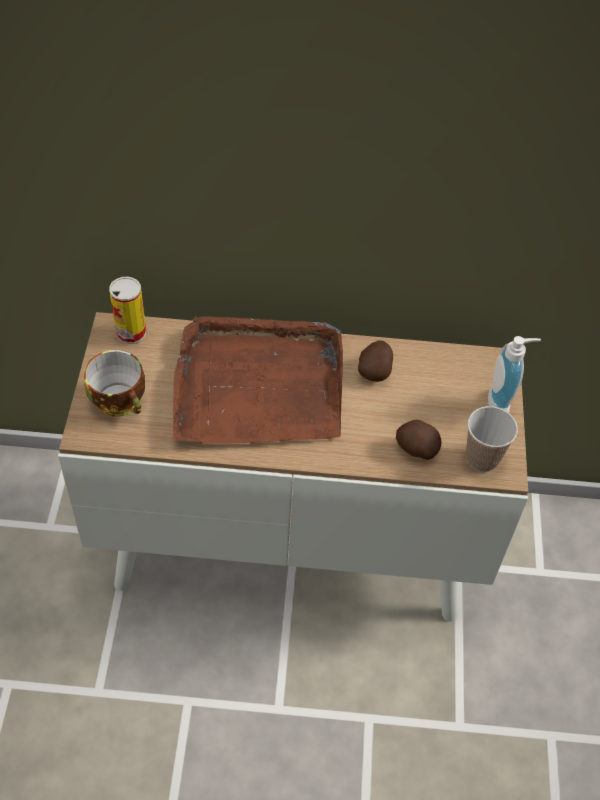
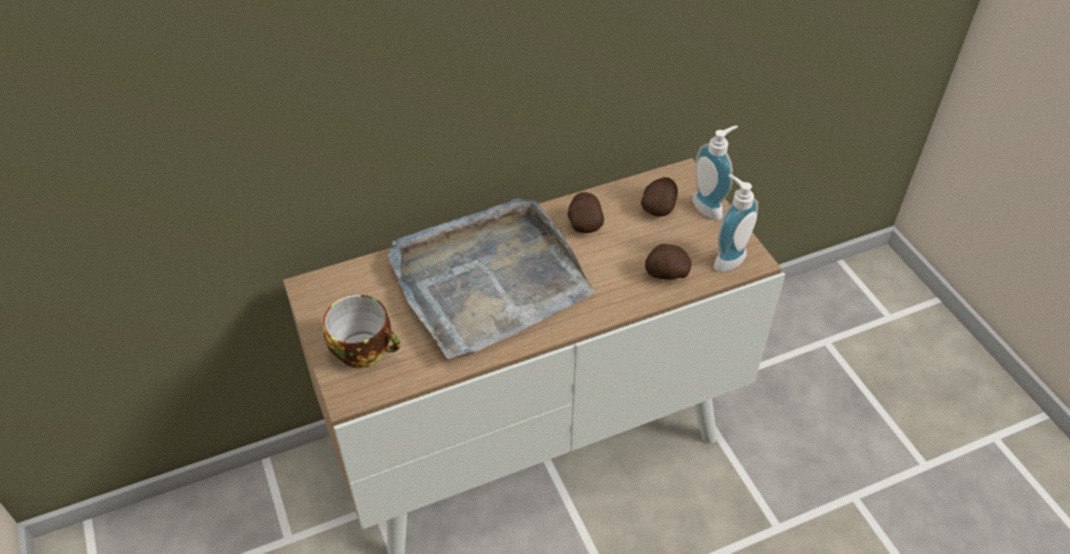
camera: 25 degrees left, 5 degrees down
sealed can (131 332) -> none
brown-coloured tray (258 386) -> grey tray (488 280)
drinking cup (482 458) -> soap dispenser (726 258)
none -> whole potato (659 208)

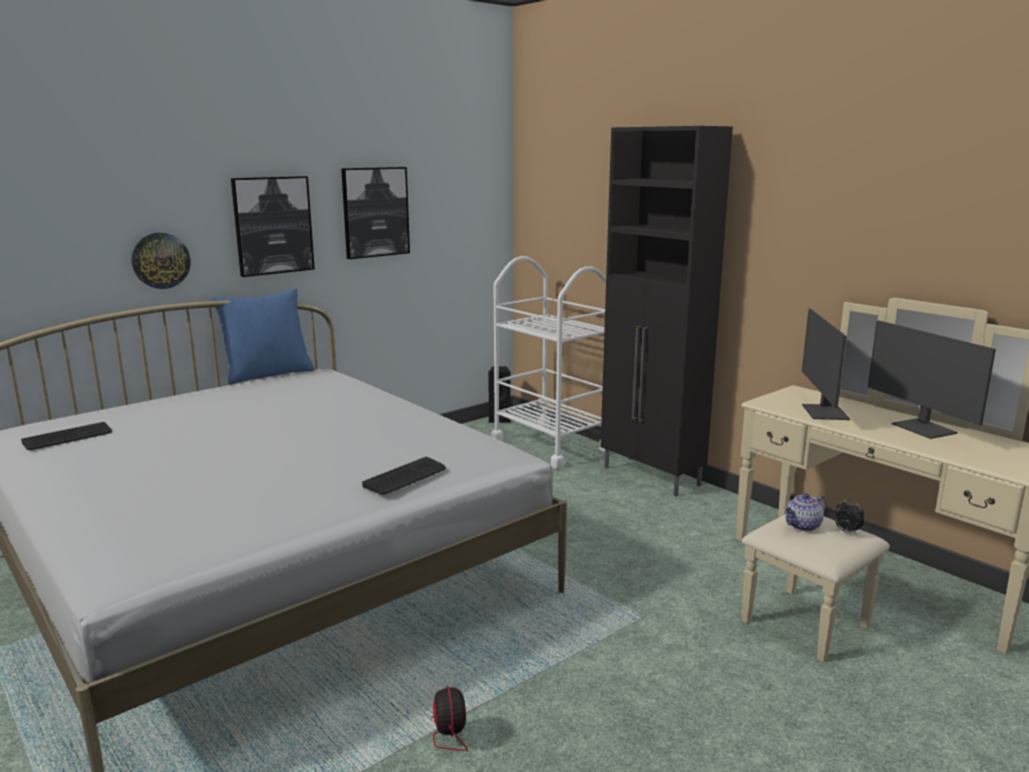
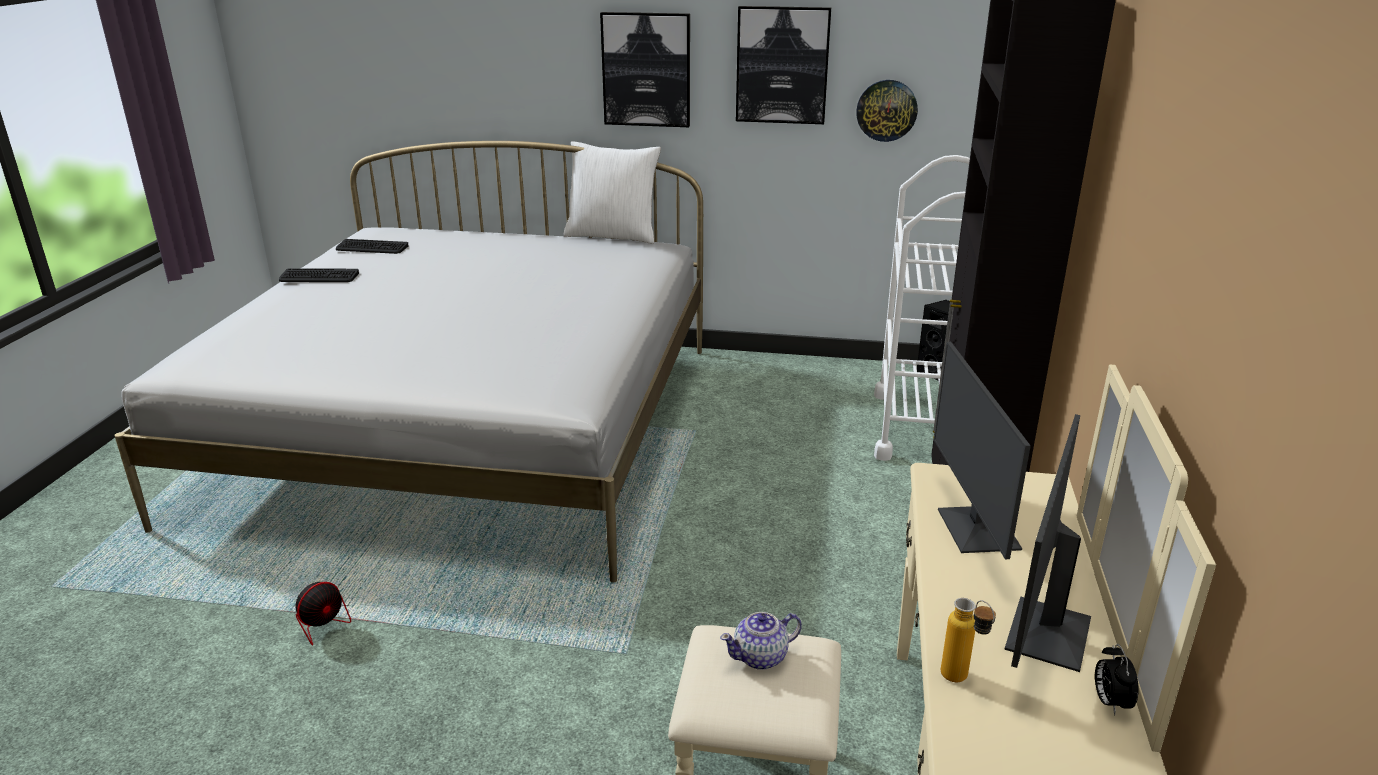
camera: 50 degrees right, 10 degrees up
clock on the wall (160 260) -> clock on the wall (886 110), move
blue-coloured throw pillow (268 374) -> whitish throw pillow (613 235)
computer screen (823 412) -> computer screen (976 529), 60 degrees counterclockwise
computer keyboard (405 477) -> computer keyboard (319 277), move
pot for tea (803 526) -> pot for tea (761 657), 45 degrees counterclockwise
alarm clock (846 532) -> alarm clock (1109 702), move
none -> bottle (961 681)

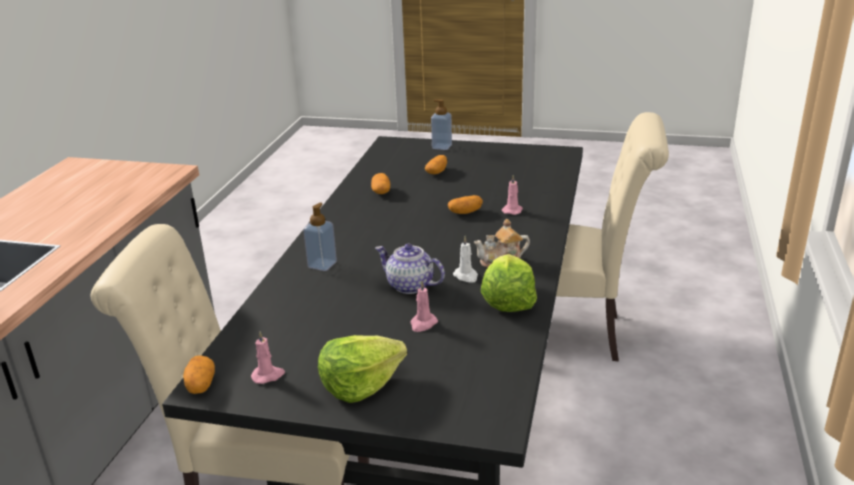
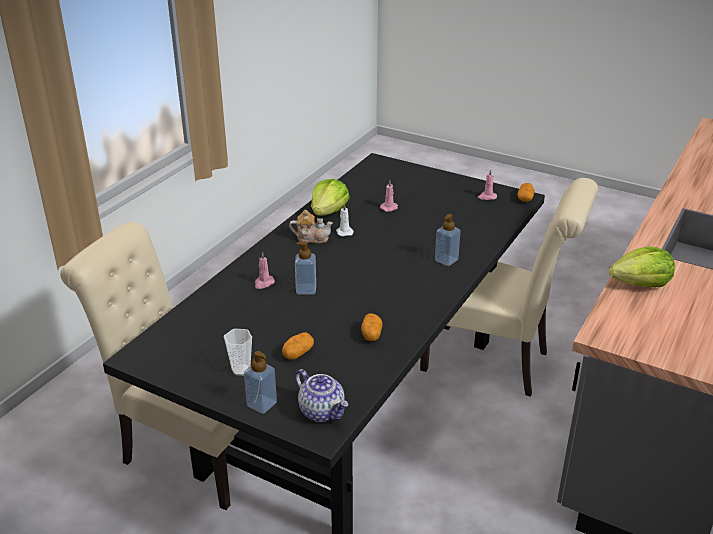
camera: 165 degrees left, 5 degrees up
whole potato (465 212) -> soap dispenser (306 289)
pot for tea (409 286) -> pot for tea (322 411), move
lettuce (360 384) -> lettuce (641 284), move
none -> drinking cup (241 370)

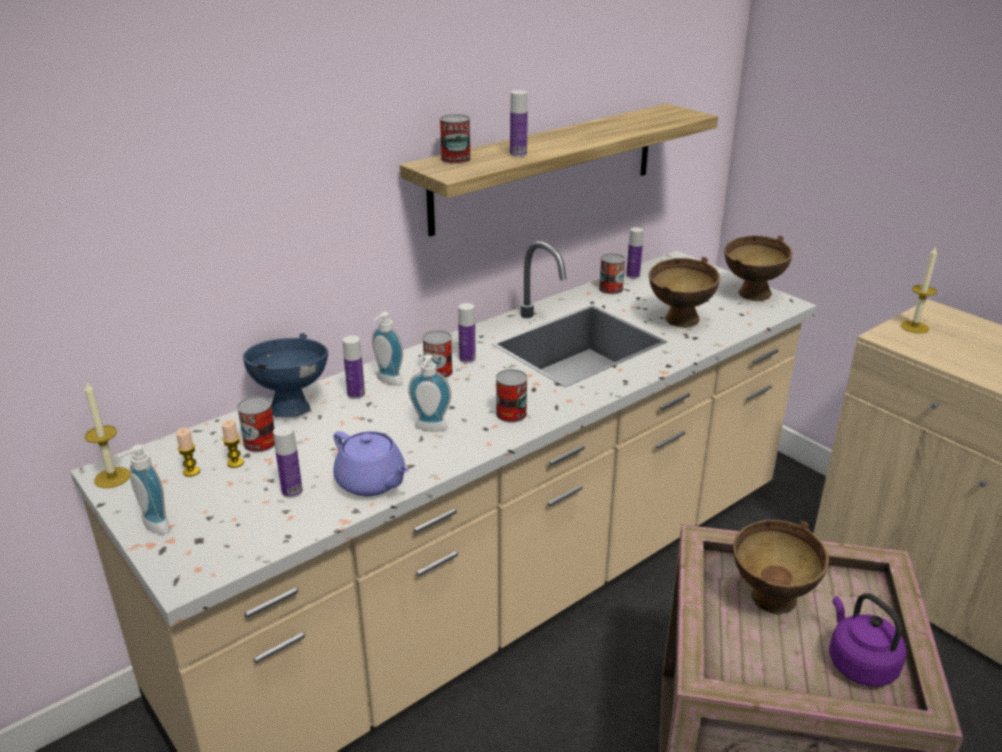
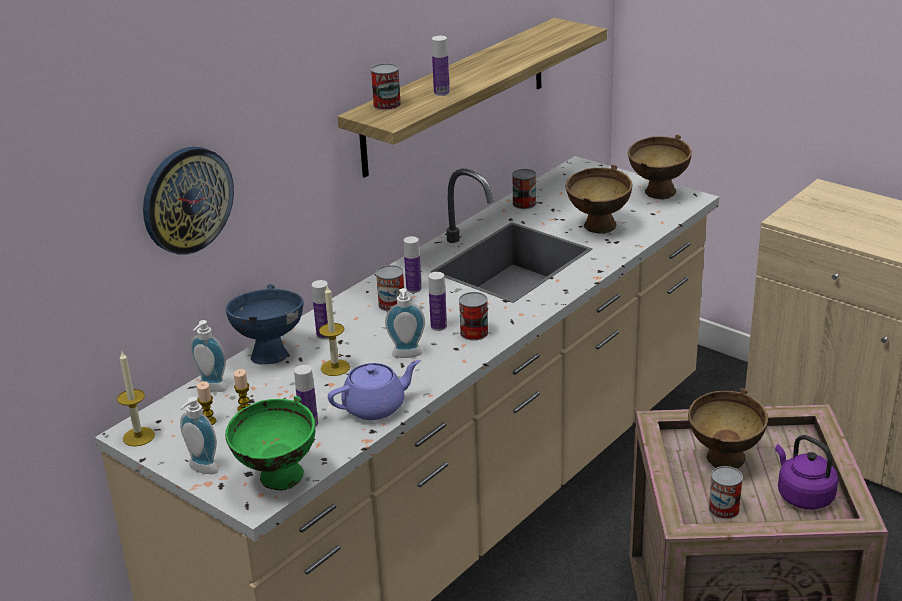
camera: 10 degrees left, 0 degrees up
bottle (633 276) -> bottle (438 326), move
candle (914 327) -> candle (335 367), move
soap dispenser (387 382) -> soap dispenser (211 389), move
sealed can (260 443) -> sealed can (723 509), move
purple pot for tea (372 482) -> purple pot for tea (376 407), 60 degrees counterclockwise
none -> clock on the wall (187 199)
none -> green deep dish (276 483)

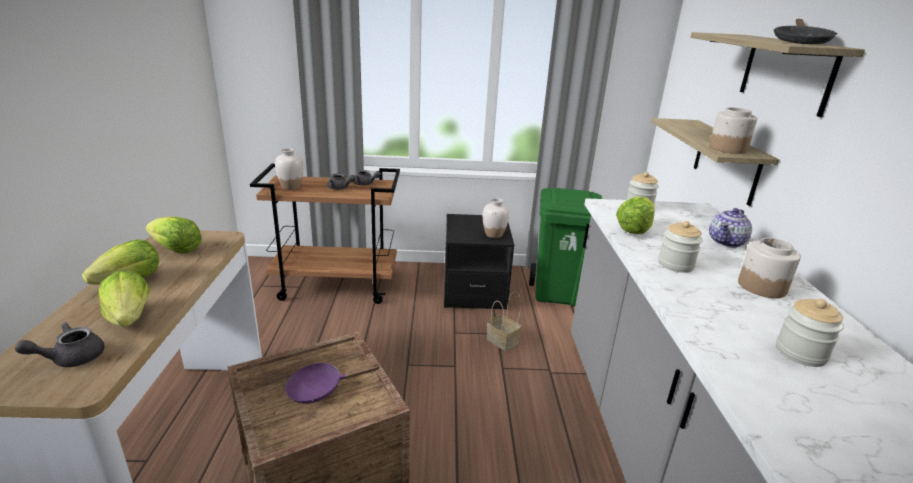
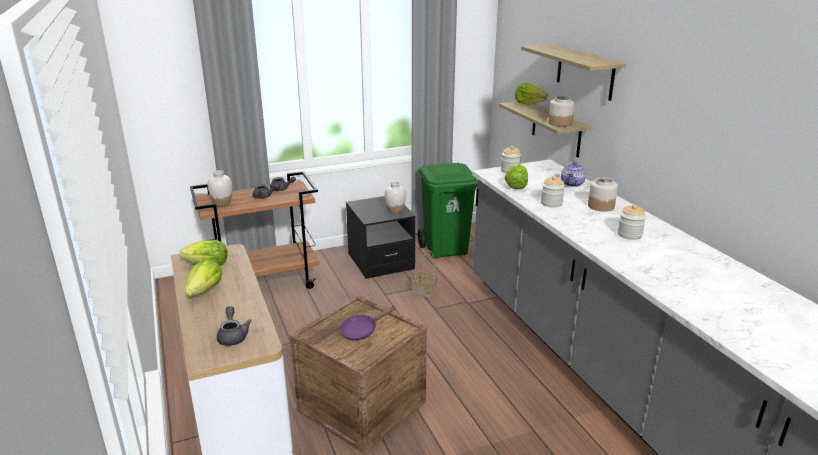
camera: 20 degrees left, 0 degrees up
black-coloured skillet (799 42) -> none
lettuce (130 318) -> lettuce (528 104), move
grey pot for tea (71 358) -> grey pot for tea (233 336), 135 degrees clockwise

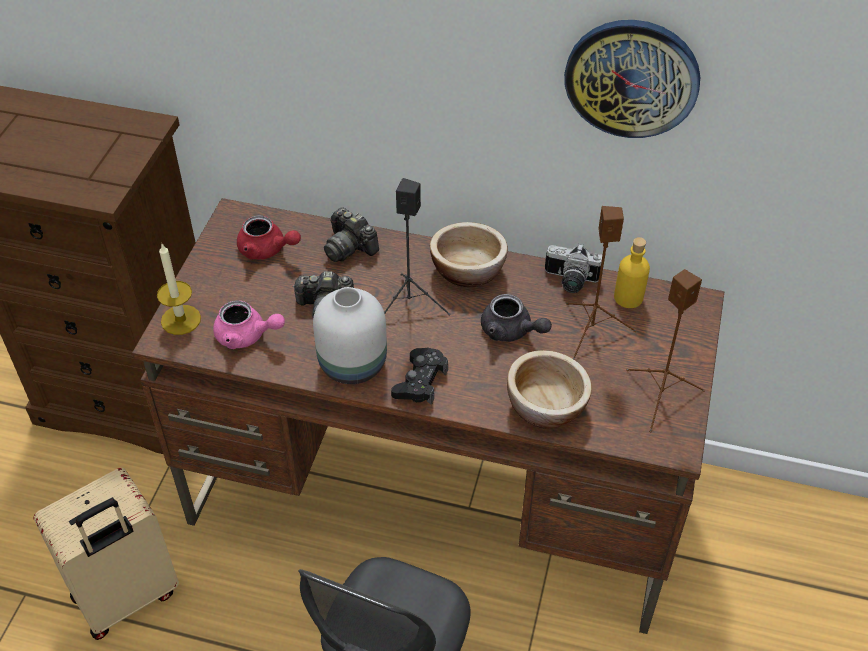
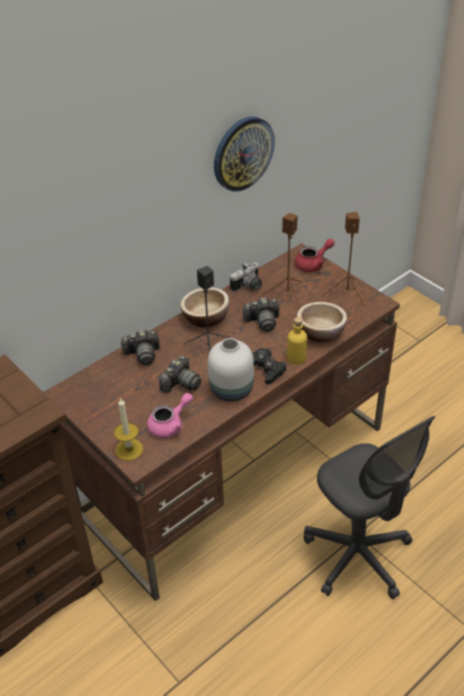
camera: 55 degrees left, 5 degrees down
red-coloured pot for tea (267 250) -> red-coloured pot for tea (313 264), move
yellow bottle (628 297) -> yellow bottle (296 358), move
grey pot for tea (511 331) -> still camera (262 322)
beige travel case (126 597) -> none

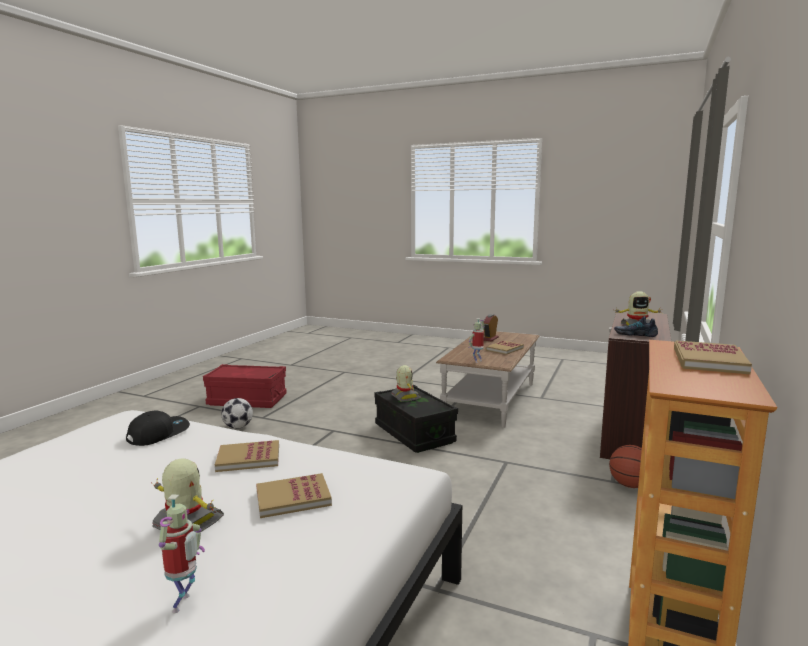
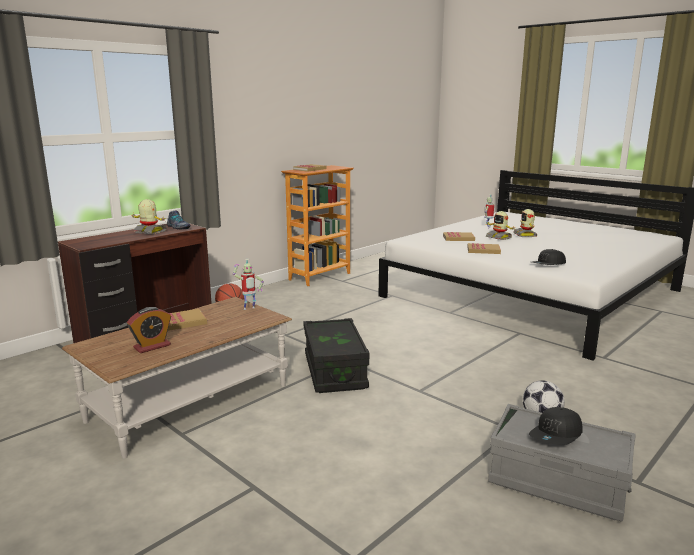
camera: 160 degrees left, 5 degrees up
red-coloured storage box (247 400) -> grey storage box (557 482)
robot figure (405 397) -> robot figure (525 235), move
none -> black-coloured peaked cap (556 435)

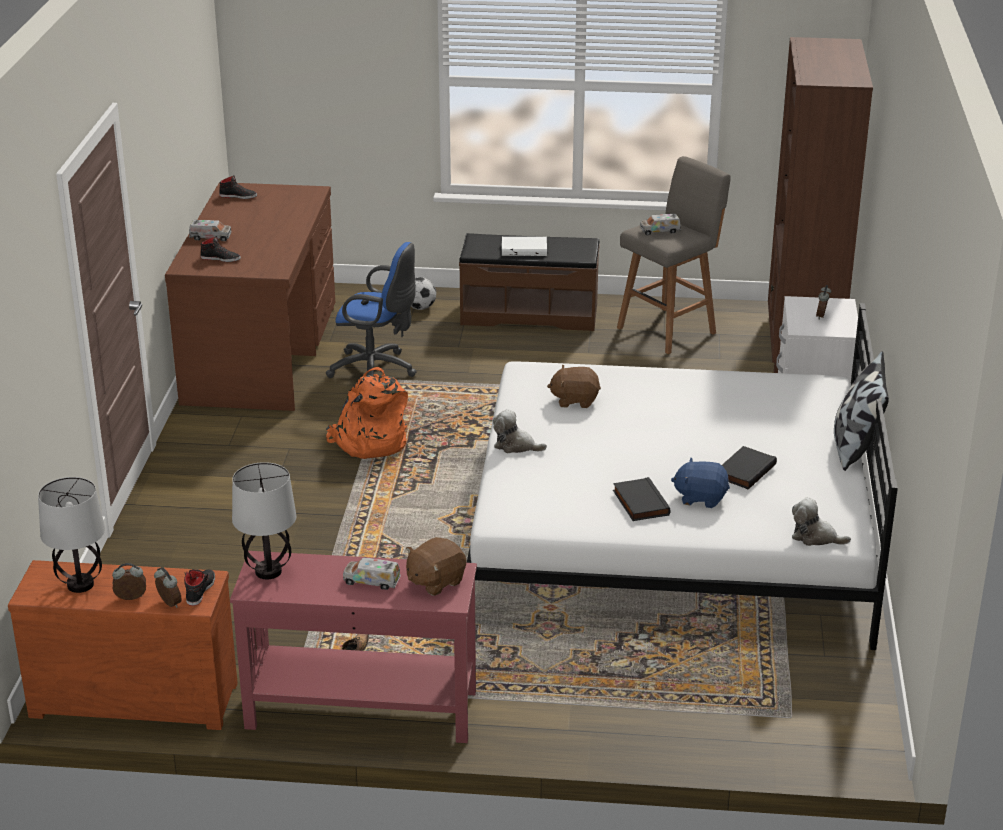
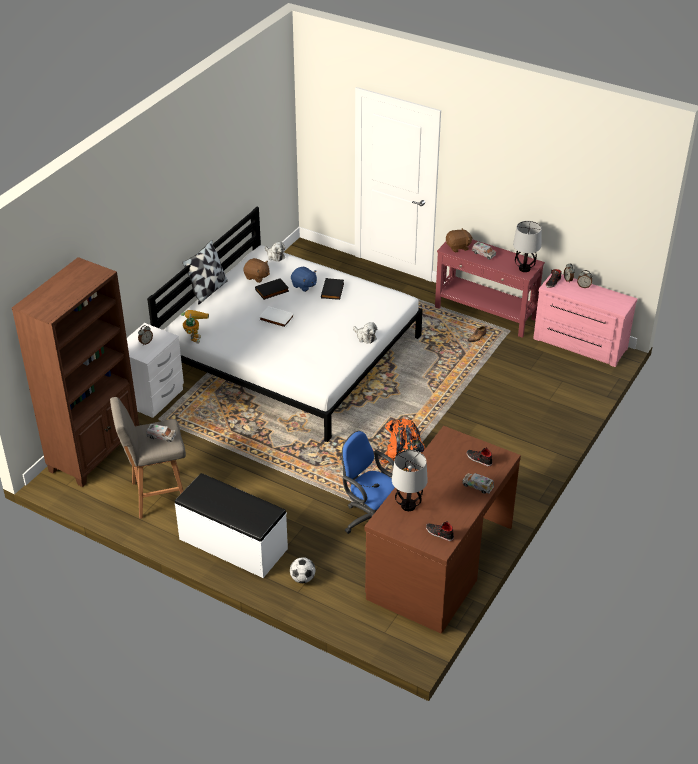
camera: 155 degrees left, 10 degrees up
brown-coloured long seat (529 314) -> whitish long seat (232 544)
whitish book (524 249) -> whitish book (276 319), move
brown-coloured soft toy (575 400) -> brown-coloured soft toy (257 277), move
table lamp (80 585) -> table lamp (408 505), move
brown-coloured dresser (135 696) -> pink-coloured dresser (579 345)
none -> robot figure (194 336)

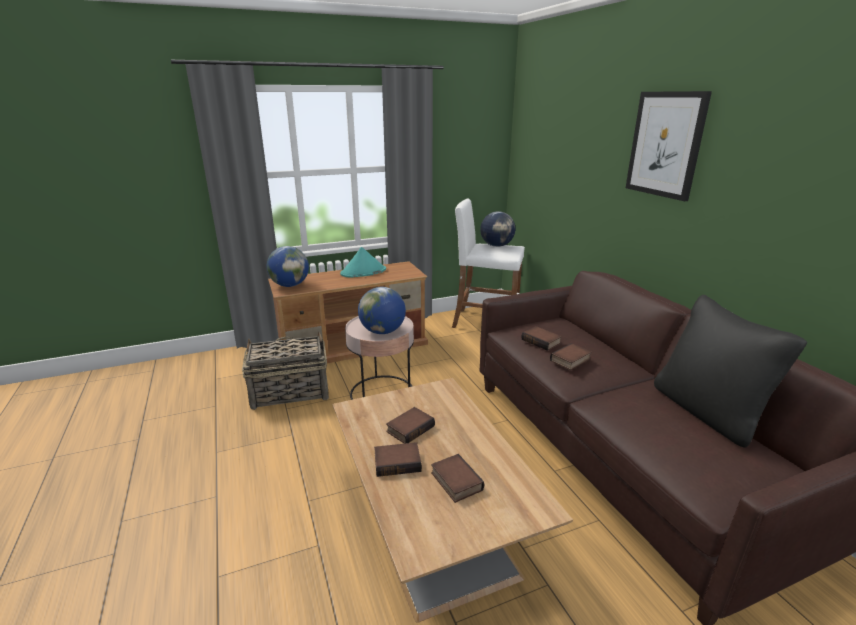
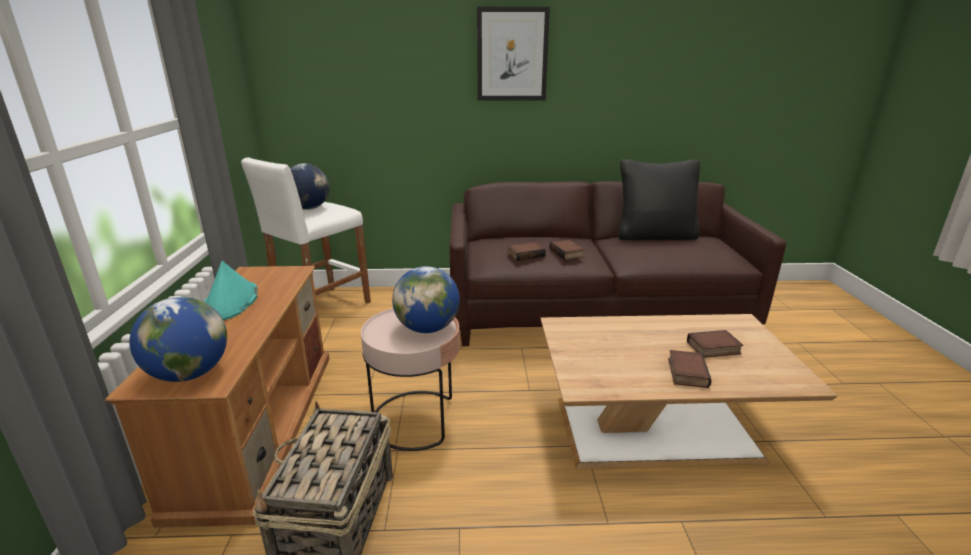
camera: 70 degrees left, 0 degrees up
book (410 428) -> none

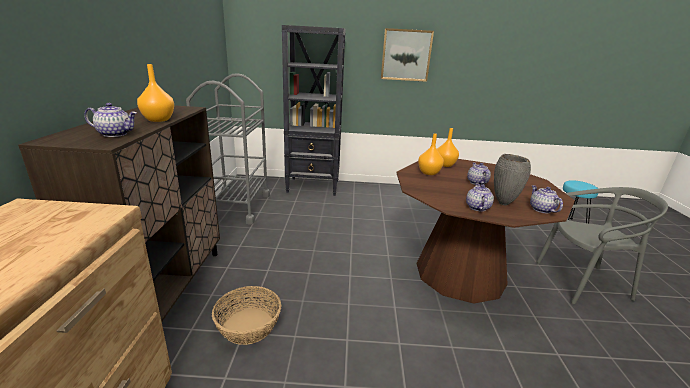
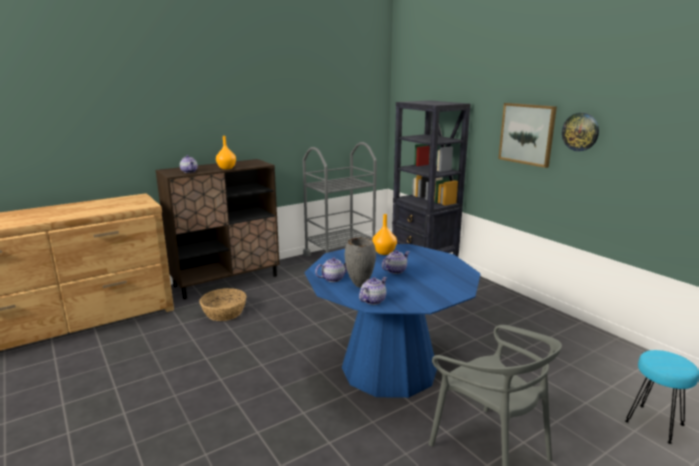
camera: 55 degrees right, 5 degrees down
orange vase (445 164) -> none
brown-coloured dinner table (460 273) -> blue-coloured dinner table (389 368)
none -> clock on the wall (580 132)

